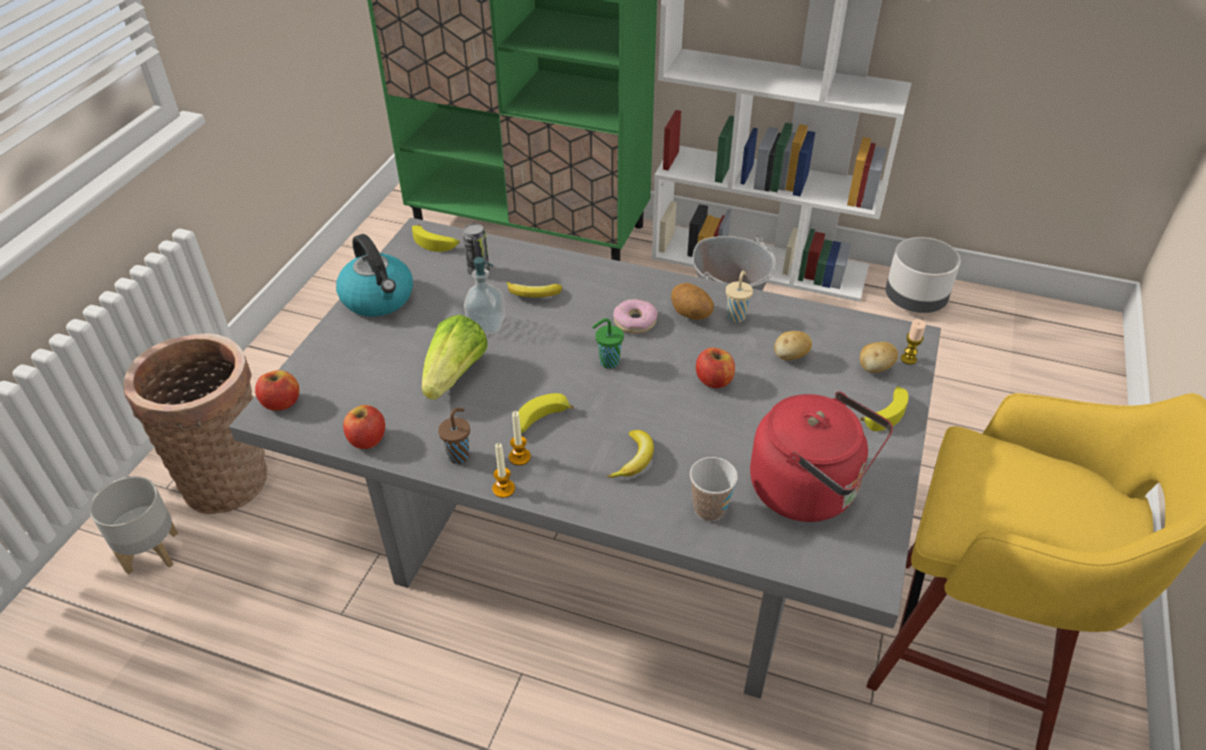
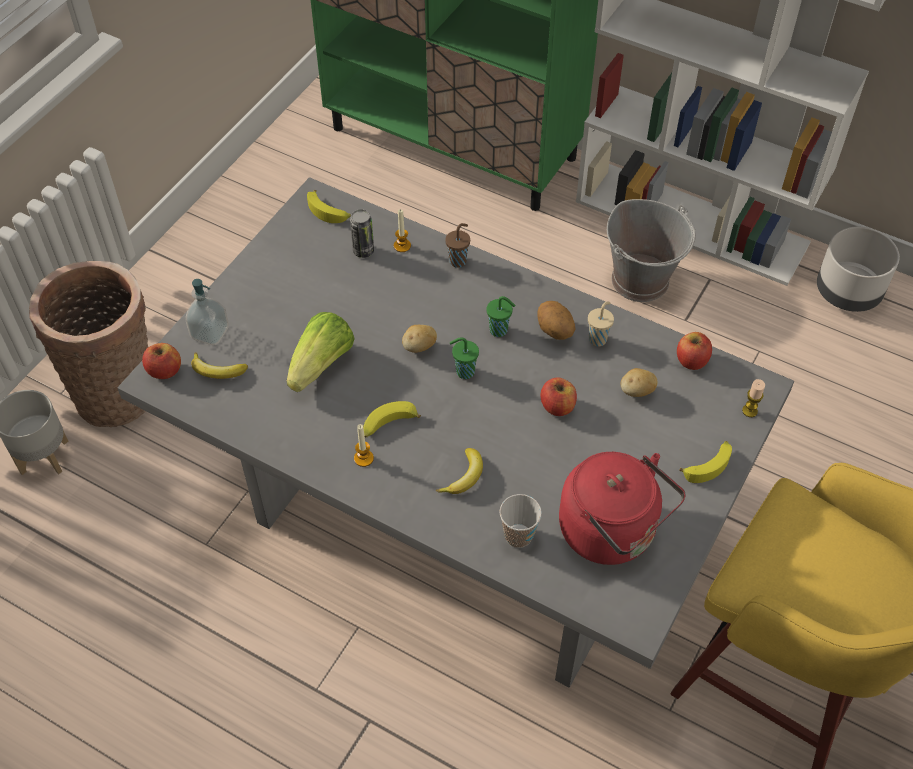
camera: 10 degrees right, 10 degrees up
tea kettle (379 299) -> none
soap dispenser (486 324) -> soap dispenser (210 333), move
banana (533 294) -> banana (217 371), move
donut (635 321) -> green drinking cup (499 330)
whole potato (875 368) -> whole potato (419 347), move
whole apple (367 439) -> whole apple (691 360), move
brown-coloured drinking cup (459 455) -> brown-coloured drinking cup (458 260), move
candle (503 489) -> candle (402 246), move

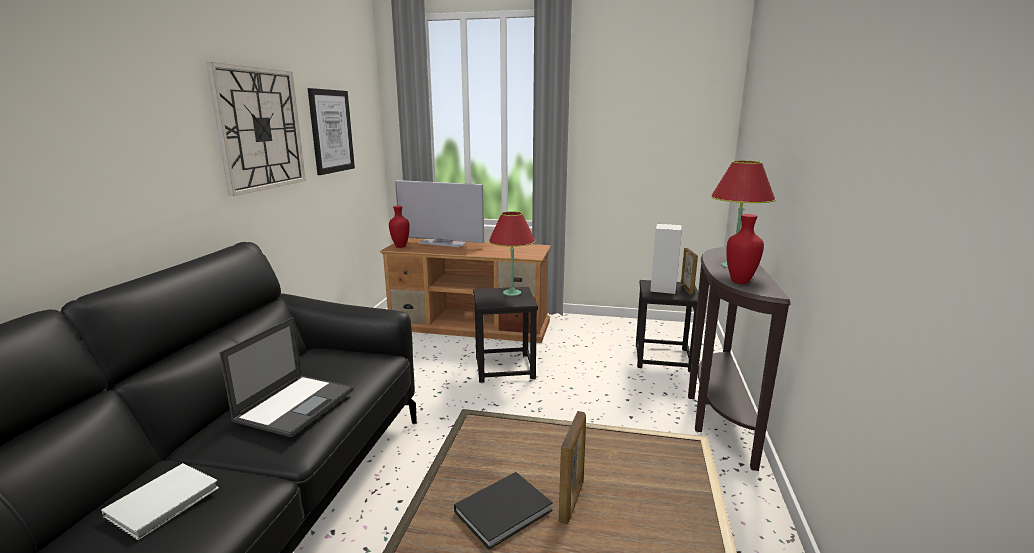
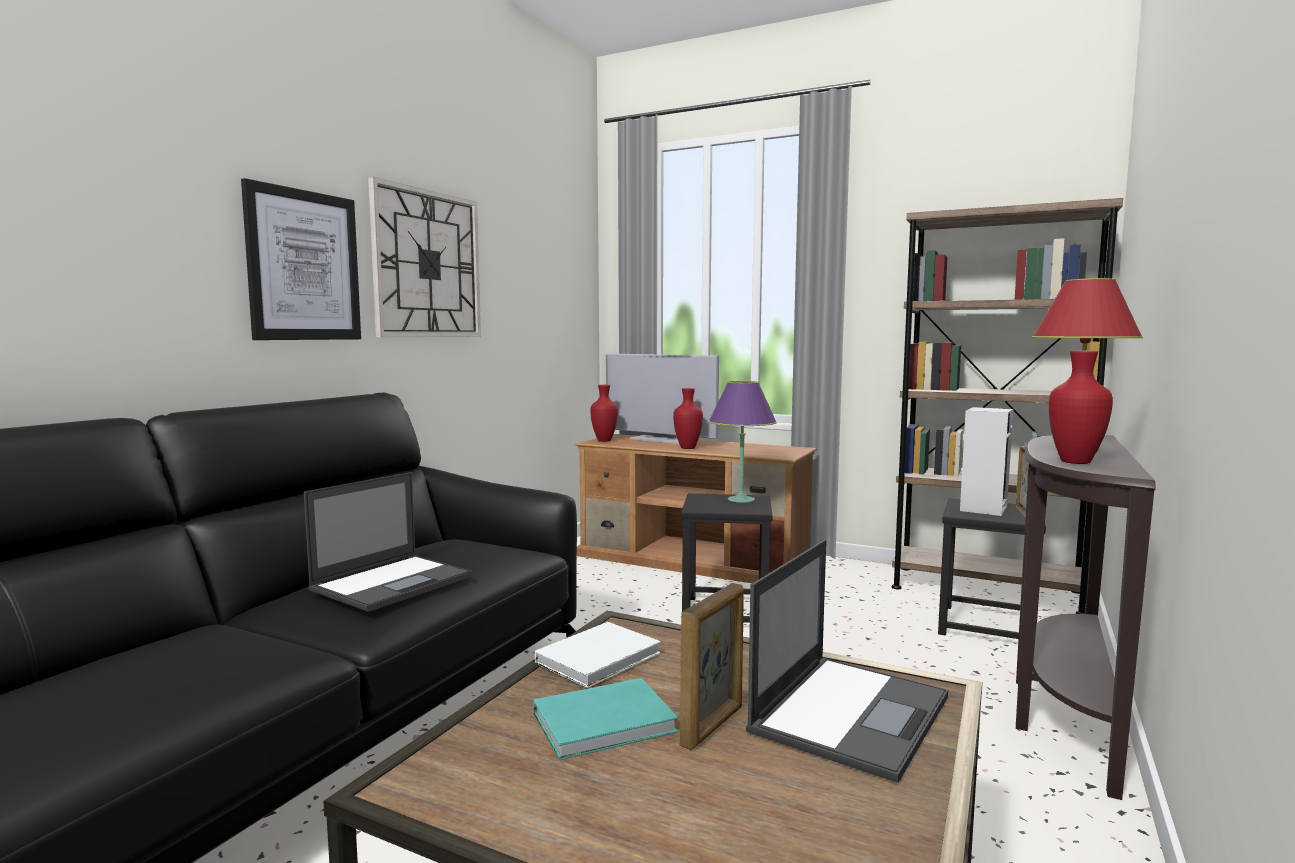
camera: 15 degrees right, 10 degrees down
wall picture (331 131) -> wall picture (304 266), move
red-coloured table lamp (512 293) -> purple table lamp (741 500)
whitish book (166 501) -> whitish book (602 657), move
black-coloured book (506 511) -> turquoise book (608 723)
none -> brown-coloured shelving unit (985 589)
none -> red-coloured vase (686 448)
none -> notebook computer (851 712)

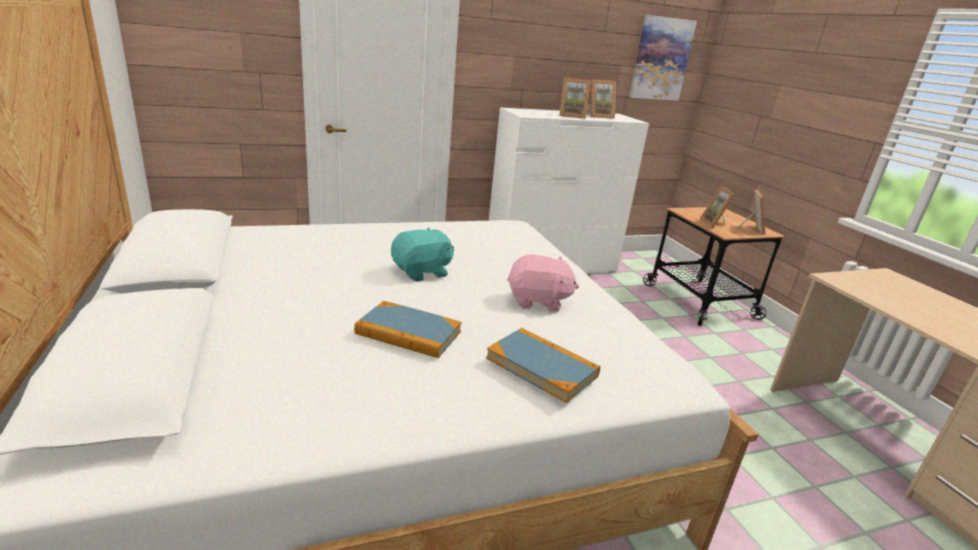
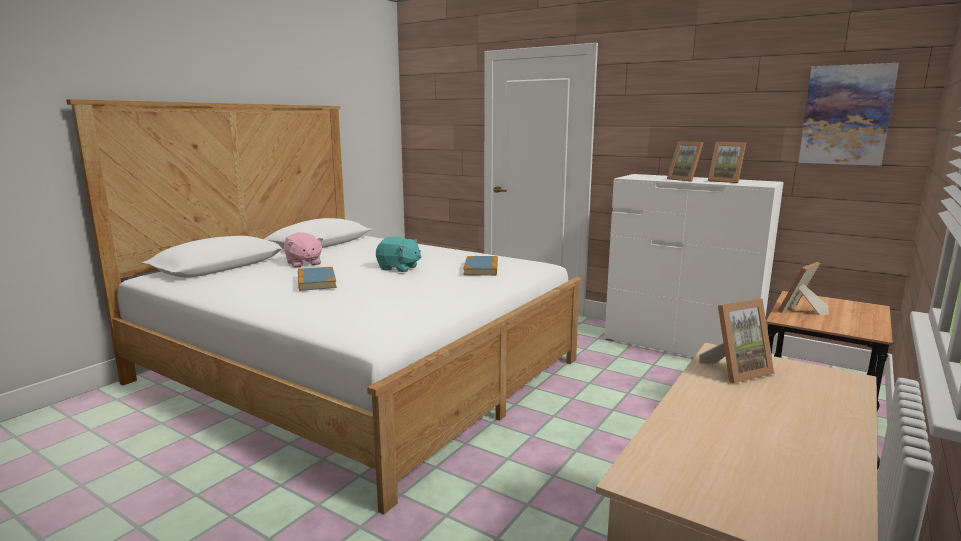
camera: 55 degrees right, 10 degrees down
standing frame (750 229) -> standing frame (735 371), move
pink-coloured soft toy (538 301) -> pink-coloured soft toy (303 263), move
book (541 367) -> book (481 268), move

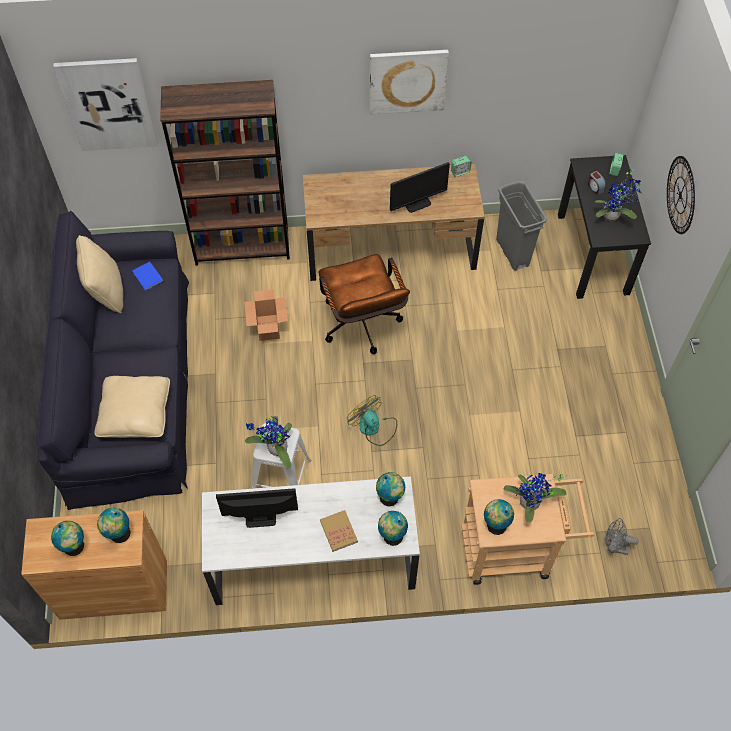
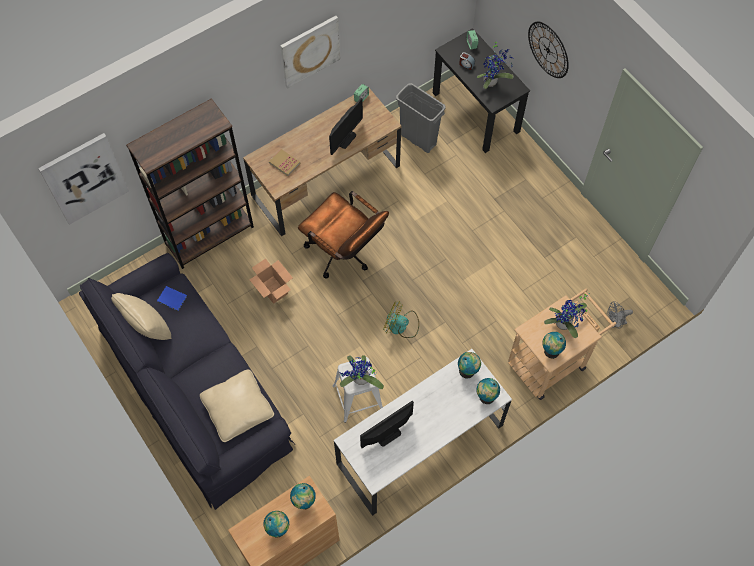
camera: 30 degrees left, 5 degrees up
book (338 531) -> book (284 163), move

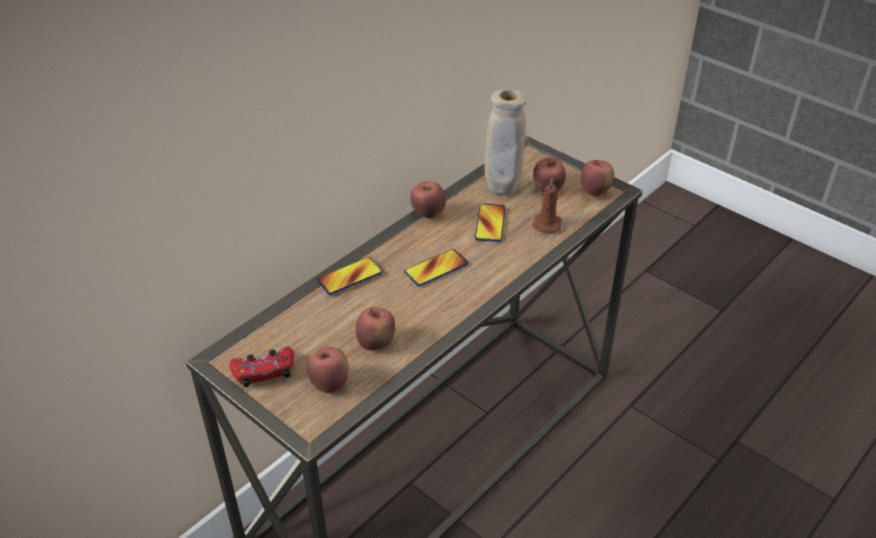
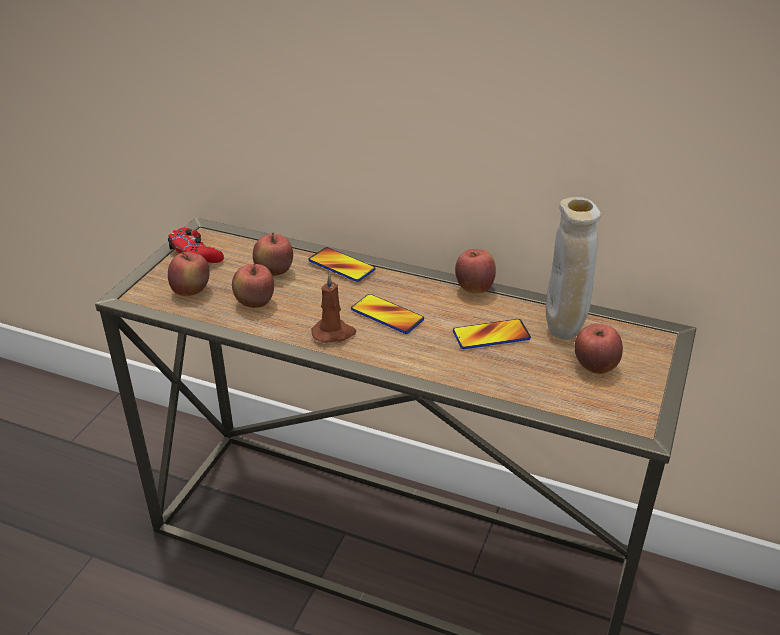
camera: 70 degrees right, 5 degrees down
whole apple (595 192) -> whole apple (274 273), move
brown-coloured candle (547 223) -> brown-coloured candle (334 333), move

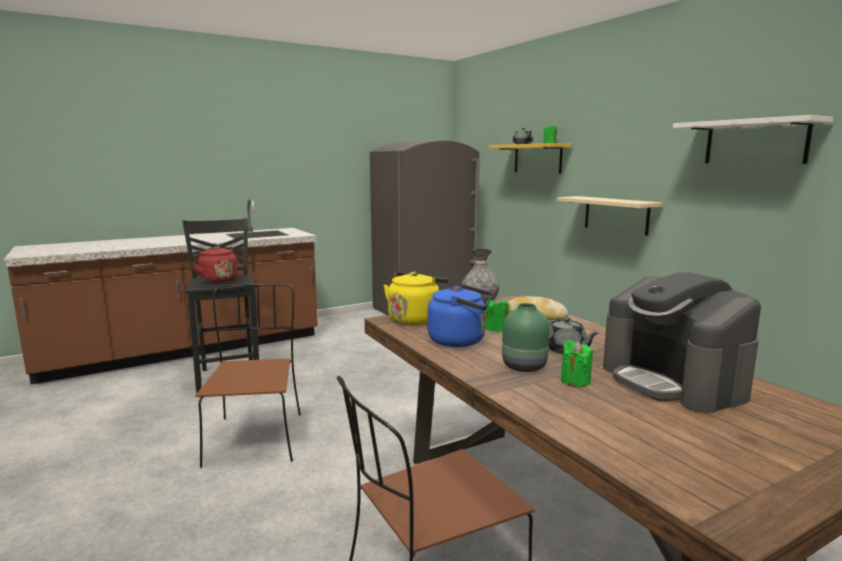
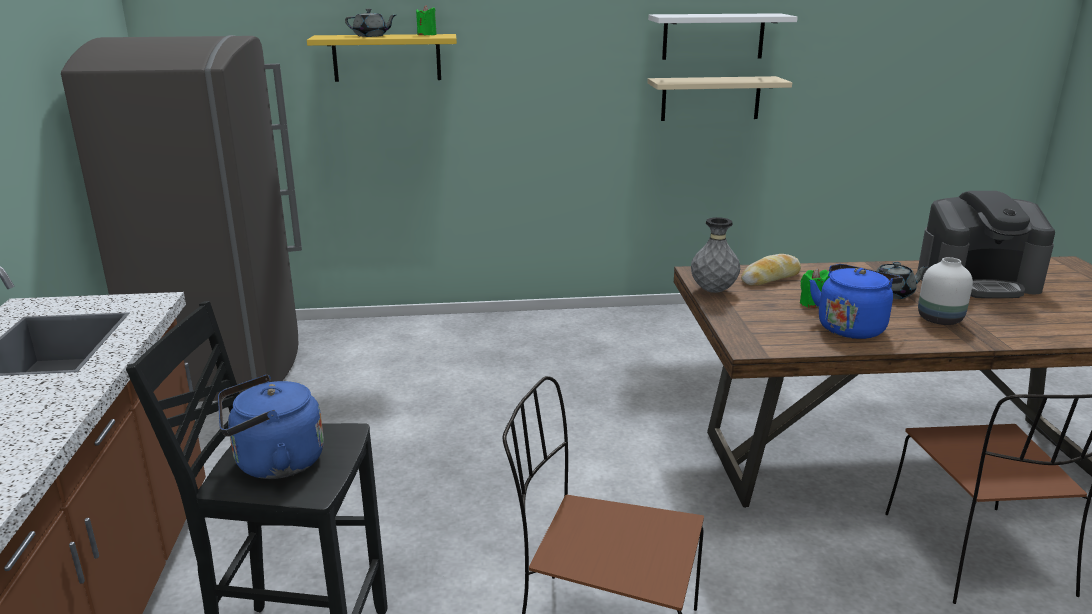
camera: 65 degrees left, 10 degrees up
beige bracket shelf (616 215) -> beige bracket shelf (710 98), move
red-coloured tea kettle (217 280) -> blue-coloured tea kettle (274 464)
yellow tea kettle (415 319) -> none
green vase (523 366) -> whitish vase (938 319)
green candle (575 381) -> none

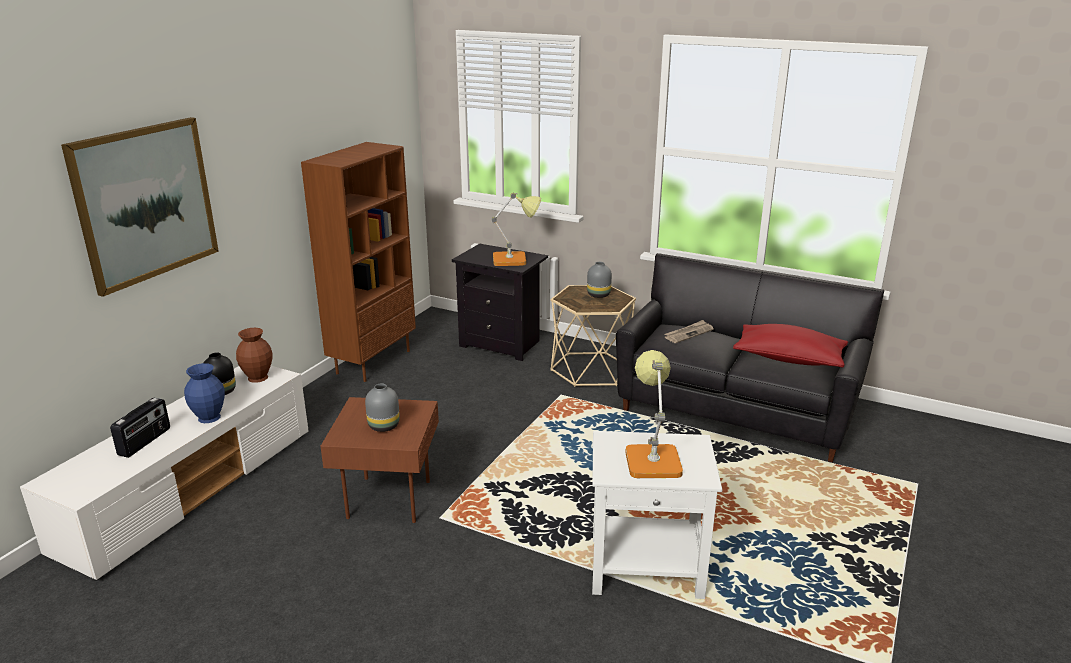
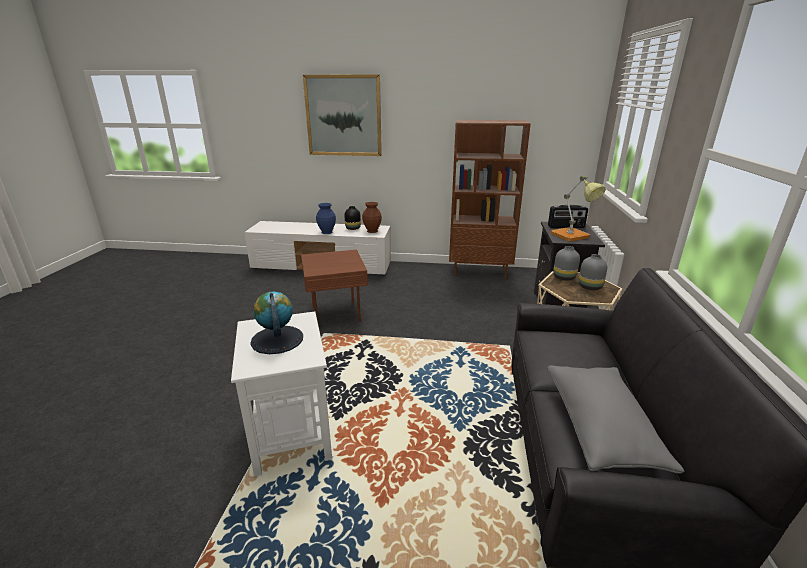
camera: 70 degrees right, 0 degrees up
newspaper (688 333) -> none
red-coloured throw pillow (789 359) -> grey throw pillow (600 428)
table lamp (651 458) -> desk globe (277 339)
grey vase (383 426) -> grey vase (564 277), move
radio (145 442) -> radio (566 227), move

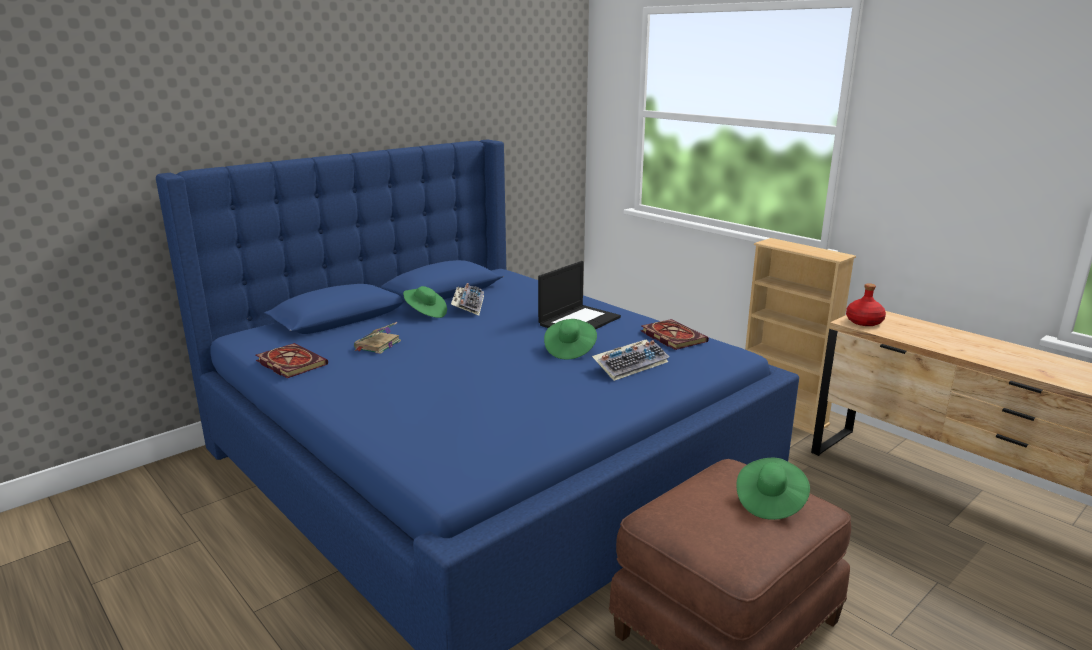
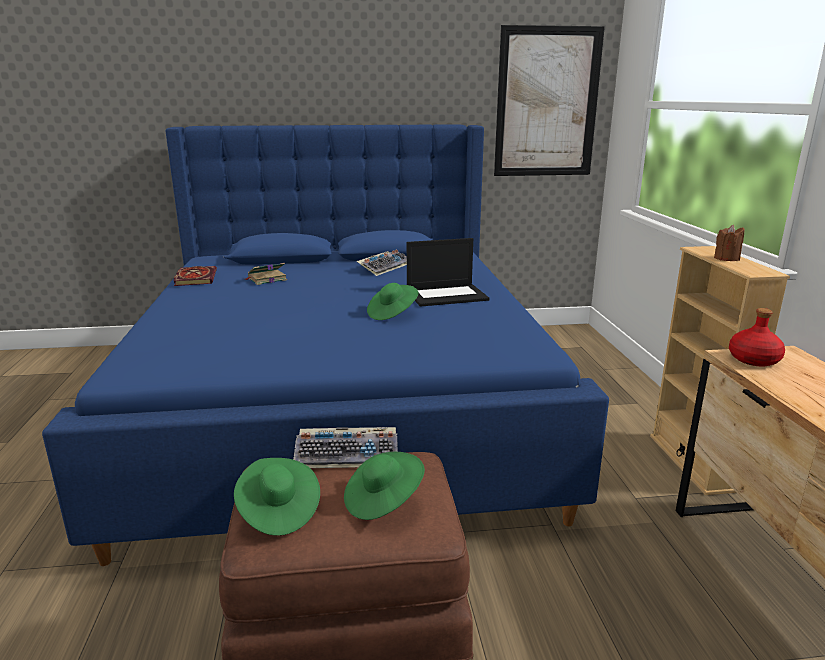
camera: 35 degrees right, 0 degrees up
green clothing hat (425 313) -> green clothing hat (278 511), move
book (671 336) -> none
computer keyboard (631 365) -> computer keyboard (348 455), move
none -> wall picture (547 103)
none -> brown-coloured candle (726 259)

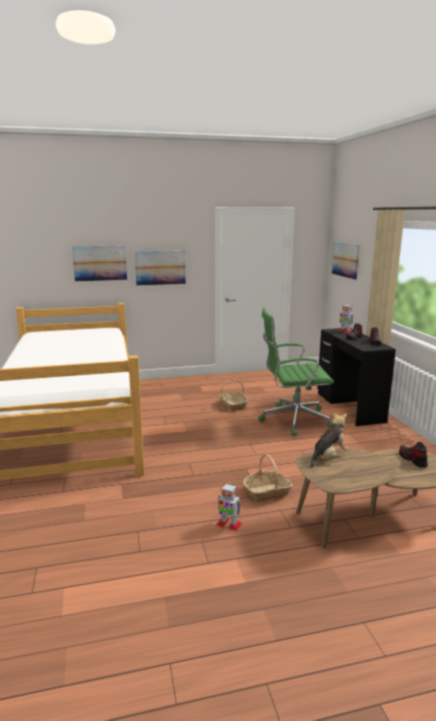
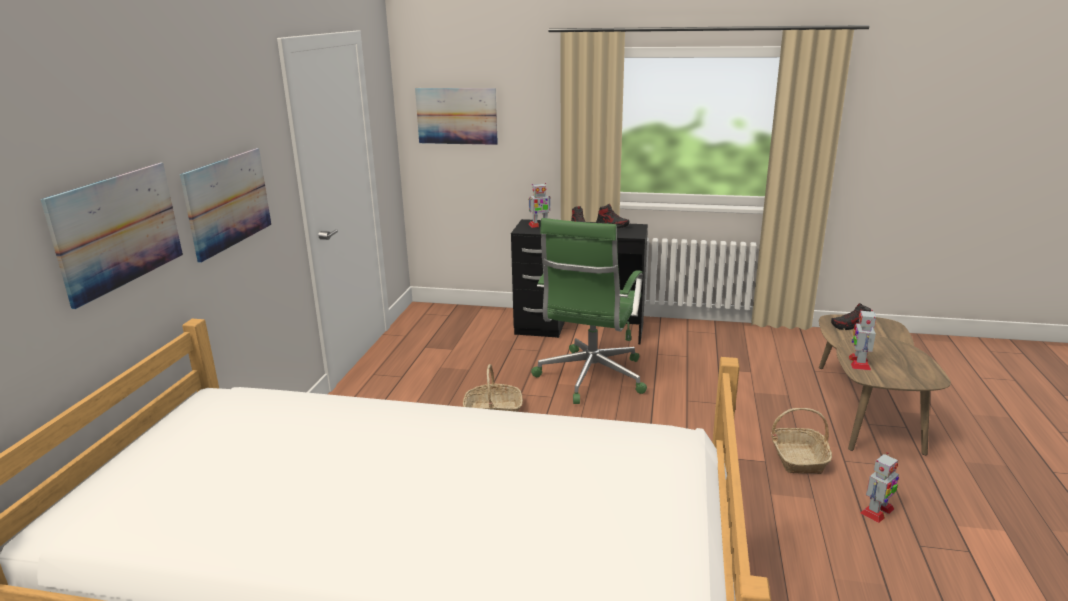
camera: 65 degrees left, 5 degrees up
soft toy (328 457) -> robot figure (859 363)

